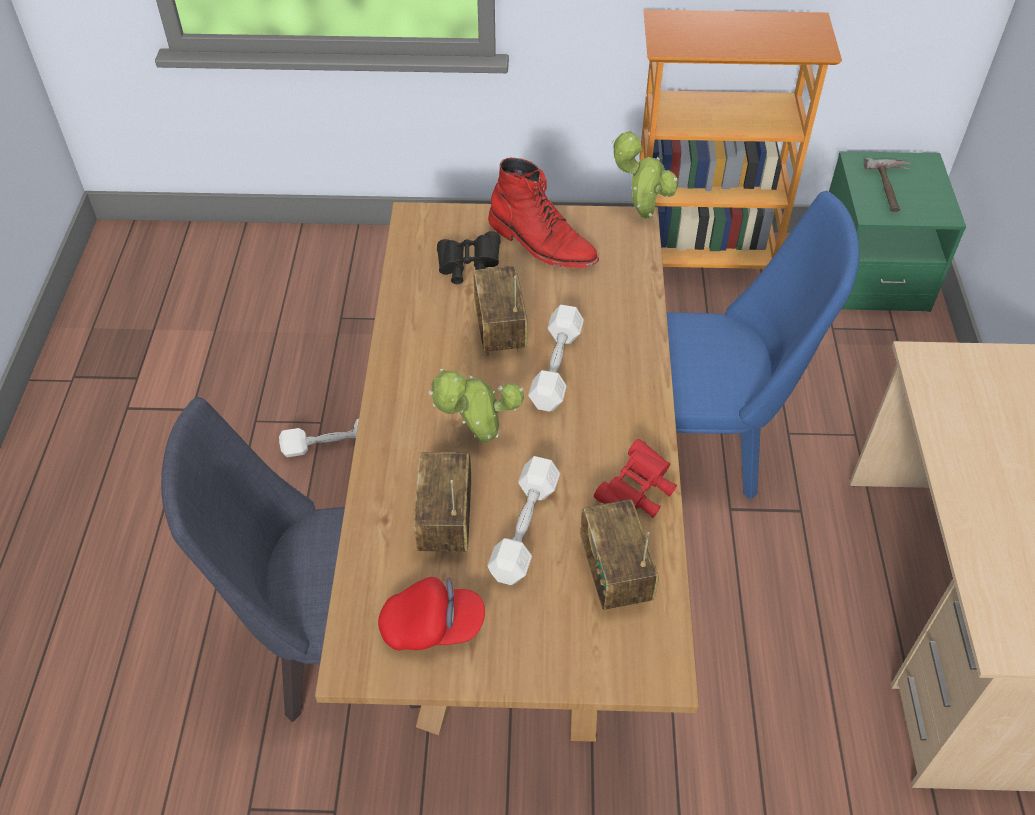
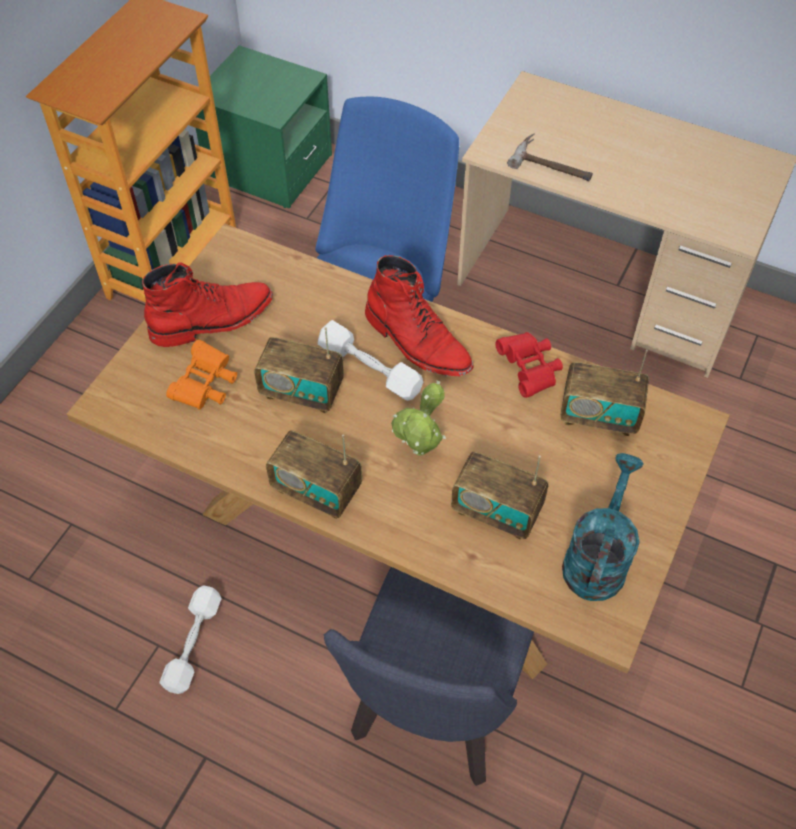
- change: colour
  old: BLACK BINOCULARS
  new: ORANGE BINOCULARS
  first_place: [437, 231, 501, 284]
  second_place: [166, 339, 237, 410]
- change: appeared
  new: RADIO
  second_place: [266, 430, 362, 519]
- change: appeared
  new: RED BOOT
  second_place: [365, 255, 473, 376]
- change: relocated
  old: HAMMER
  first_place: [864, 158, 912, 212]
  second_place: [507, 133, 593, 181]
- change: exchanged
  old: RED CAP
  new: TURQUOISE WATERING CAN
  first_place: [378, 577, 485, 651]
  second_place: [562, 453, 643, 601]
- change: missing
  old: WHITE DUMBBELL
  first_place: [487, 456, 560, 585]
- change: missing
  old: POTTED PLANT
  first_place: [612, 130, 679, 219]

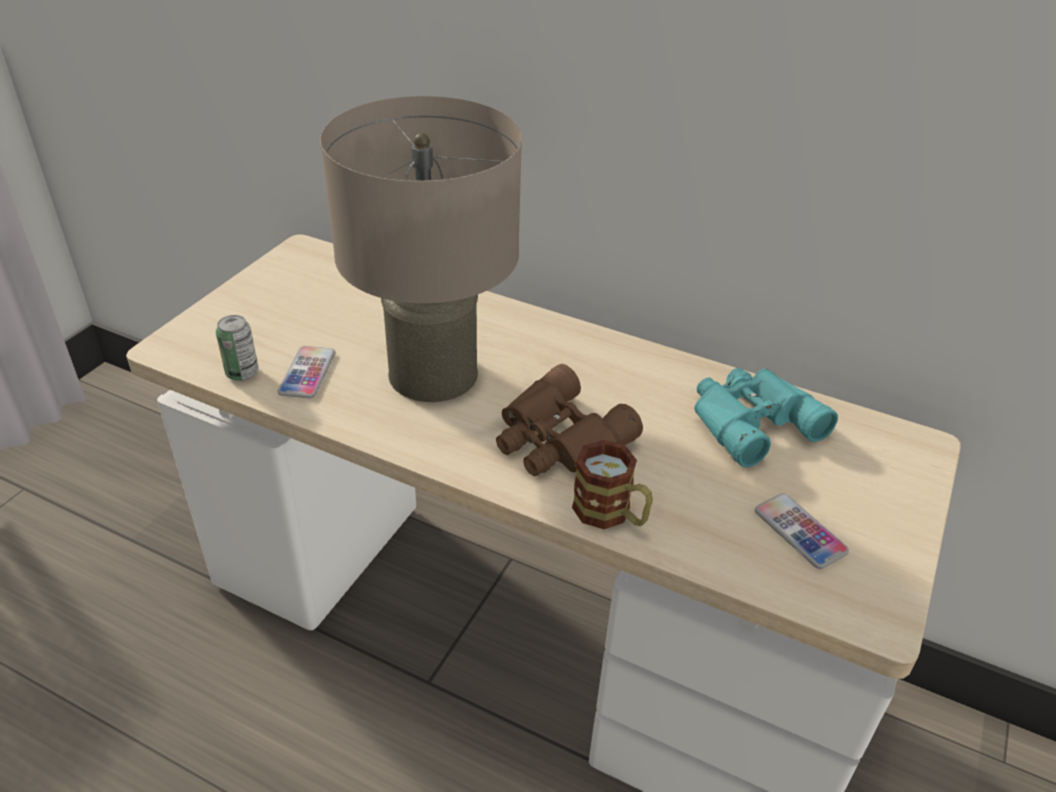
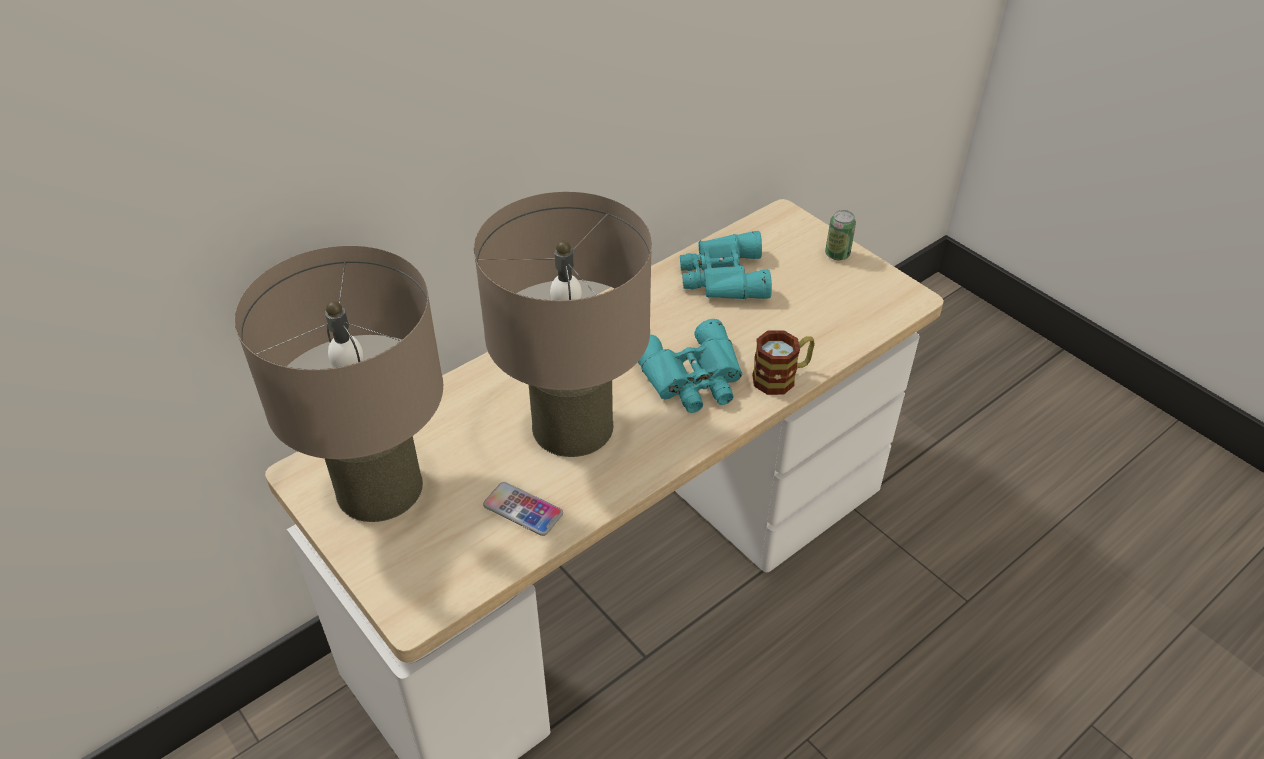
- change: appeared
  new: BEIGE TABLE LAMP
  second_place: [235, 246, 443, 522]
- change: colour
  old: BROWN BINOCULARS
  new: TURQUOISE BINOCULARS
  first_place: [496, 364, 643, 476]
  second_place: [638, 319, 743, 413]
- change: relocated
  old: CAN
  first_place: [216, 315, 259, 381]
  second_place: [825, 210, 856, 260]
- change: missing
  old: PHONE
  first_place: [755, 494, 849, 569]

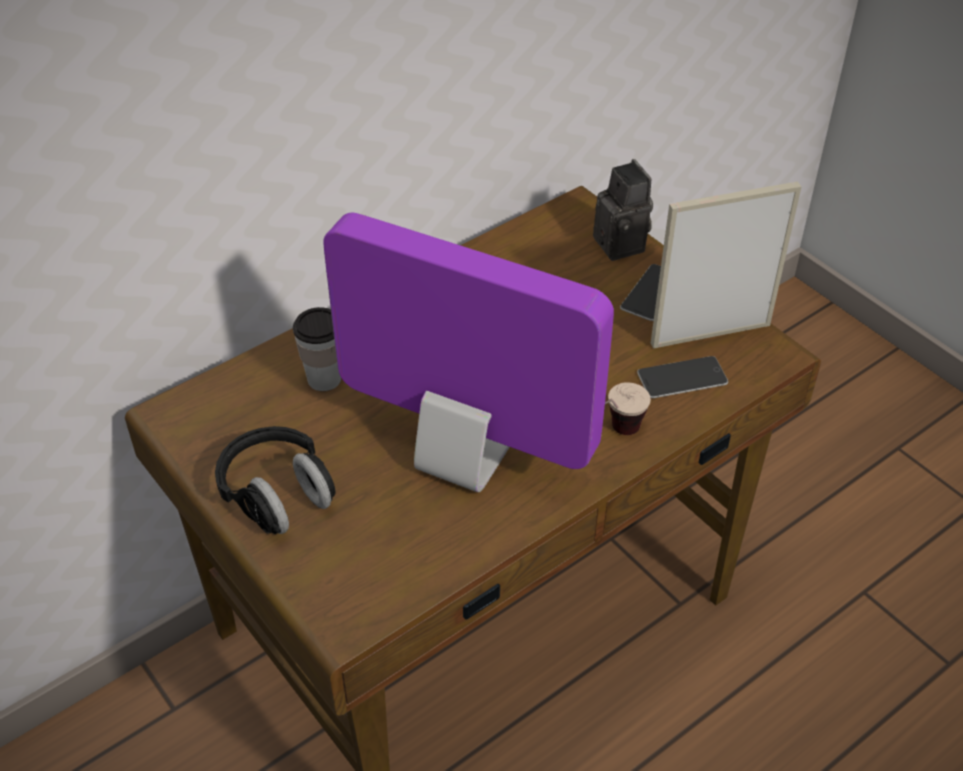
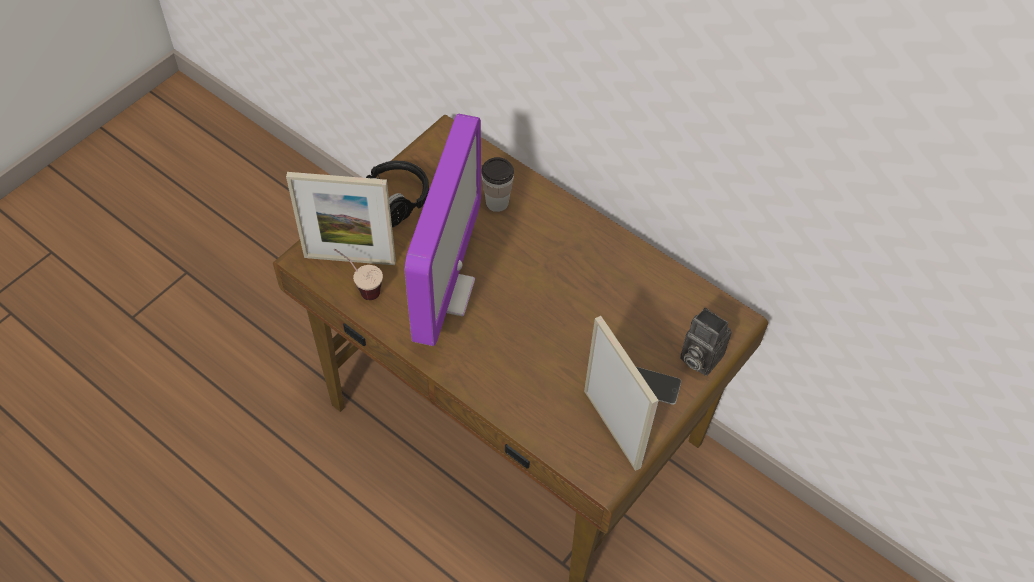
- change: appeared
  new: PICTURE FRAME
  second_place: [286, 172, 396, 265]
- change: relocated
  old: CUP
  first_place: [605, 382, 651, 435]
  second_place: [334, 248, 383, 300]
- change: spun
  old: PHOTO CAMERA
  first_place: [593, 159, 653, 261]
  second_place: [680, 307, 732, 376]
  degrees: 75
- change: missing
  old: PHONE
  first_place: [637, 356, 728, 398]

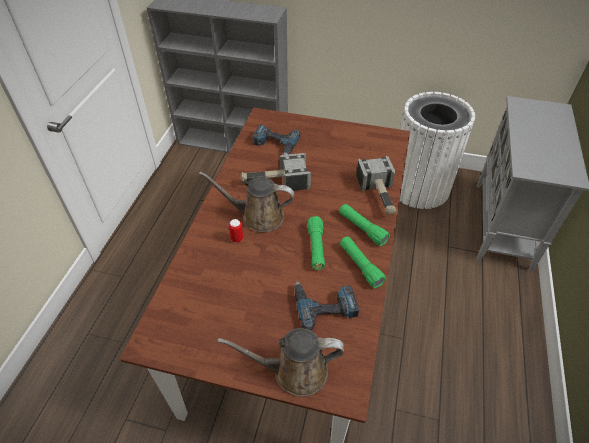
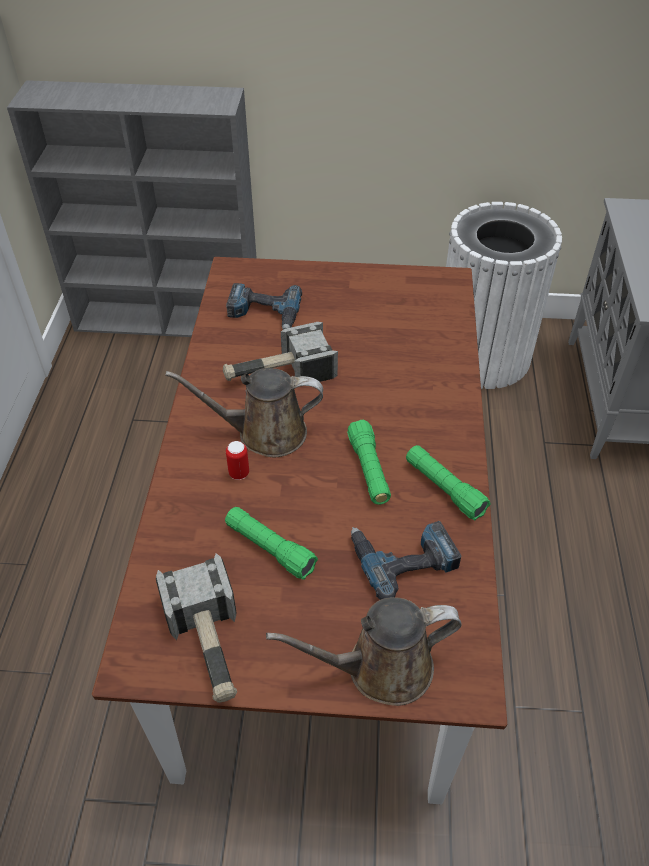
- change: relocated
  old: HAMMER
  first_place: [356, 155, 397, 215]
  second_place: [156, 553, 237, 703]
- change: relocated
  old: GREEN FLASHLIGHT
  first_place: [339, 204, 390, 246]
  second_place: [225, 507, 318, 580]

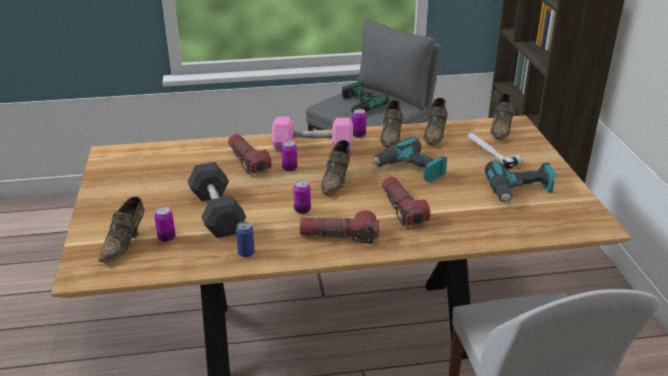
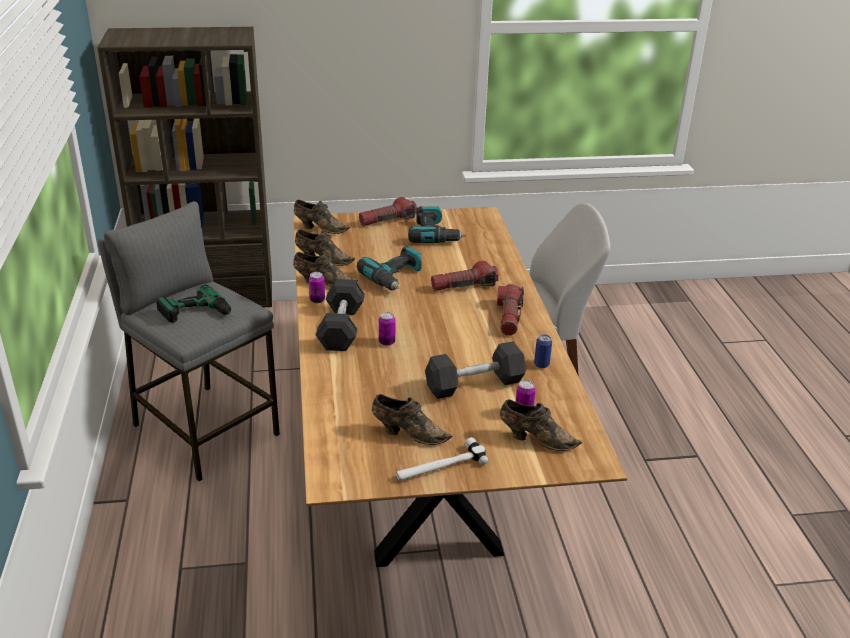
- change: colour
  old: PINK DUMBBELL
  new: GREY DUMBBELL
  first_place: [272, 117, 353, 152]
  second_place: [316, 279, 365, 351]
- change: relocated
  old: FLASHLIGHT
  first_place: [228, 134, 272, 175]
  second_place: [359, 197, 417, 226]
- change: relocated
  old: BROWN SHOE
  first_place: [321, 140, 351, 195]
  second_place: [372, 394, 453, 445]
- change: relocated
  old: HAMMER
  first_place: [468, 133, 523, 169]
  second_place: [396, 437, 488, 481]
- change: missing
  old: CAN
  first_place: [293, 180, 311, 214]

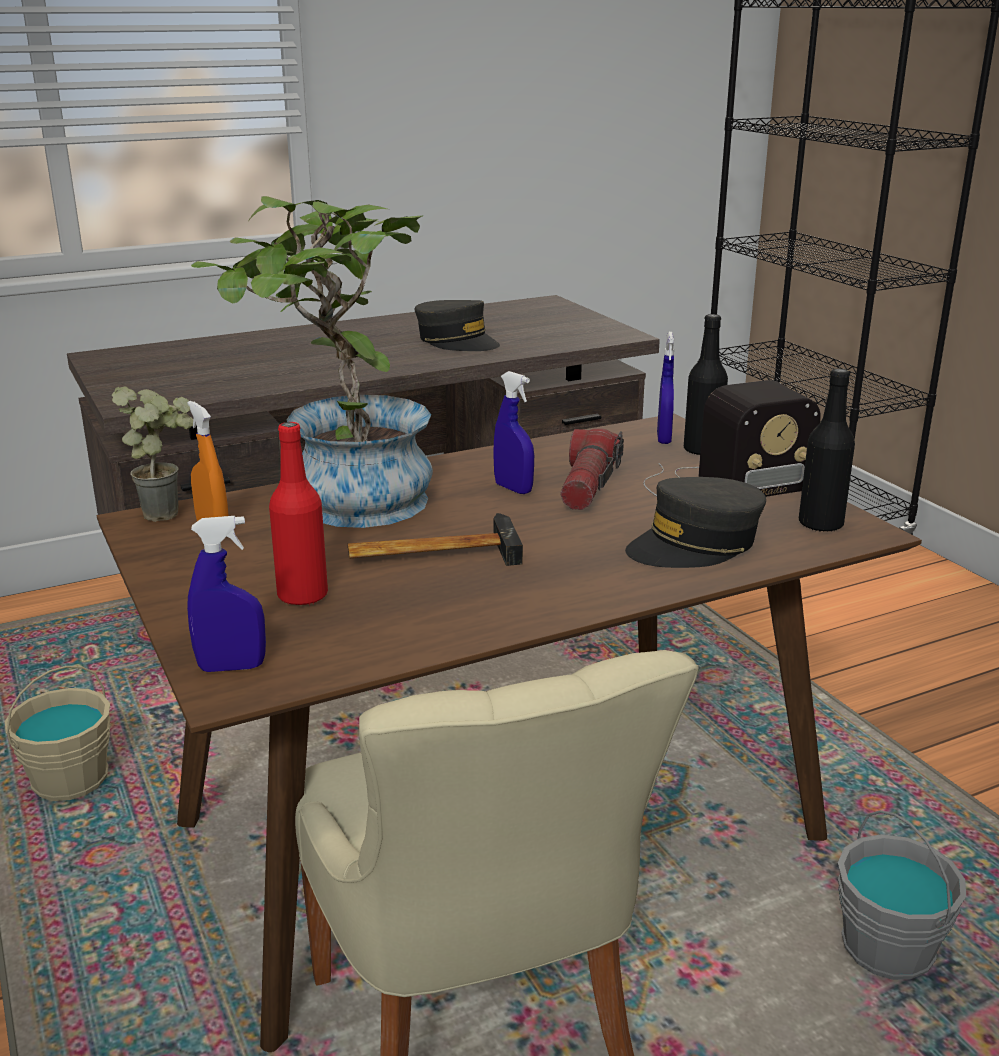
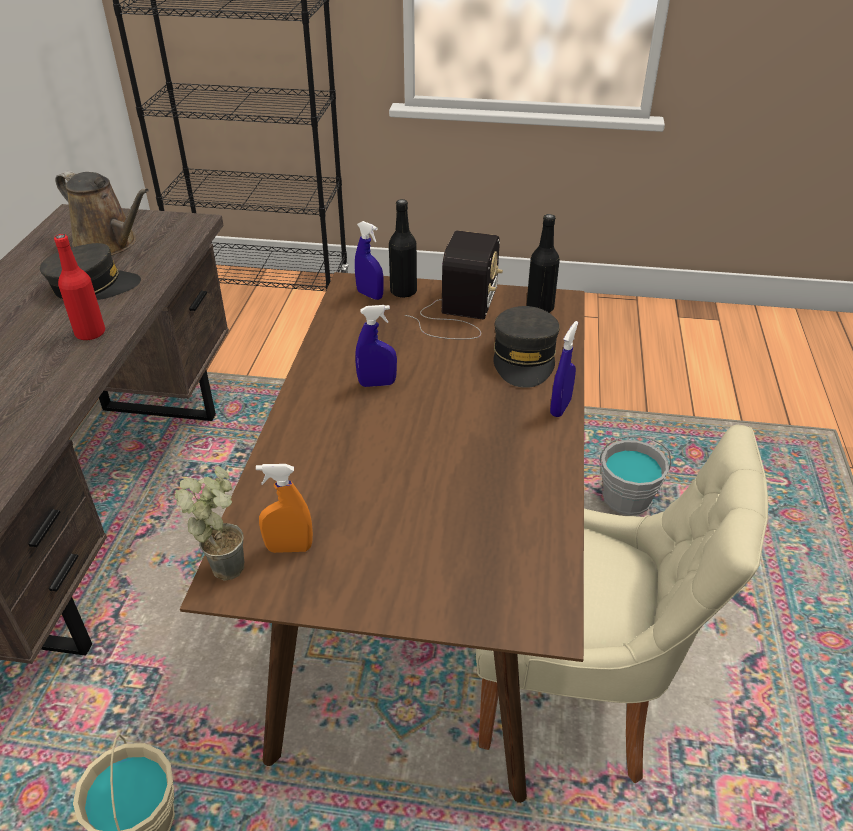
- change: relocated
  old: RED BOTTLE
  first_place: [269, 422, 328, 605]
  second_place: [54, 234, 105, 341]
- change: appeared
  new: BROWN WATERING CAN
  second_place: [55, 170, 149, 255]
- change: relocated
  old: BLUE SPRAY BOTTLE
  first_place: [187, 516, 266, 672]
  second_place: [550, 321, 578, 417]
- change: missing
  old: POTTED PLANT
  first_place: [191, 196, 433, 528]
- change: missing
  old: HAMMER
  first_place: [348, 513, 523, 566]
- change: missing
  old: FLASHLIGHT
  first_place: [560, 428, 624, 510]

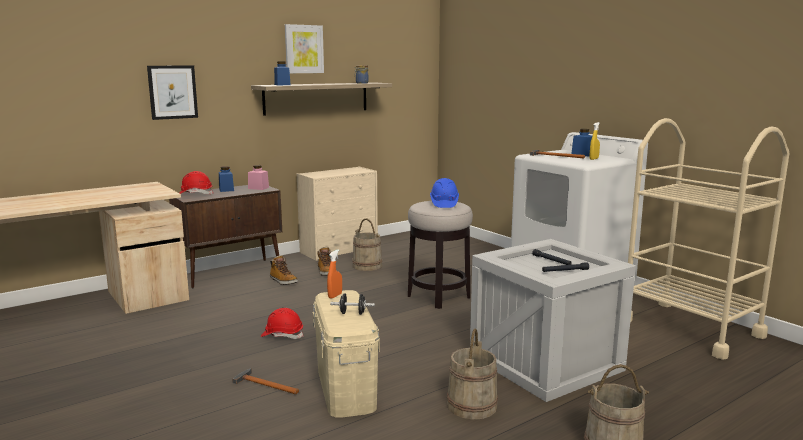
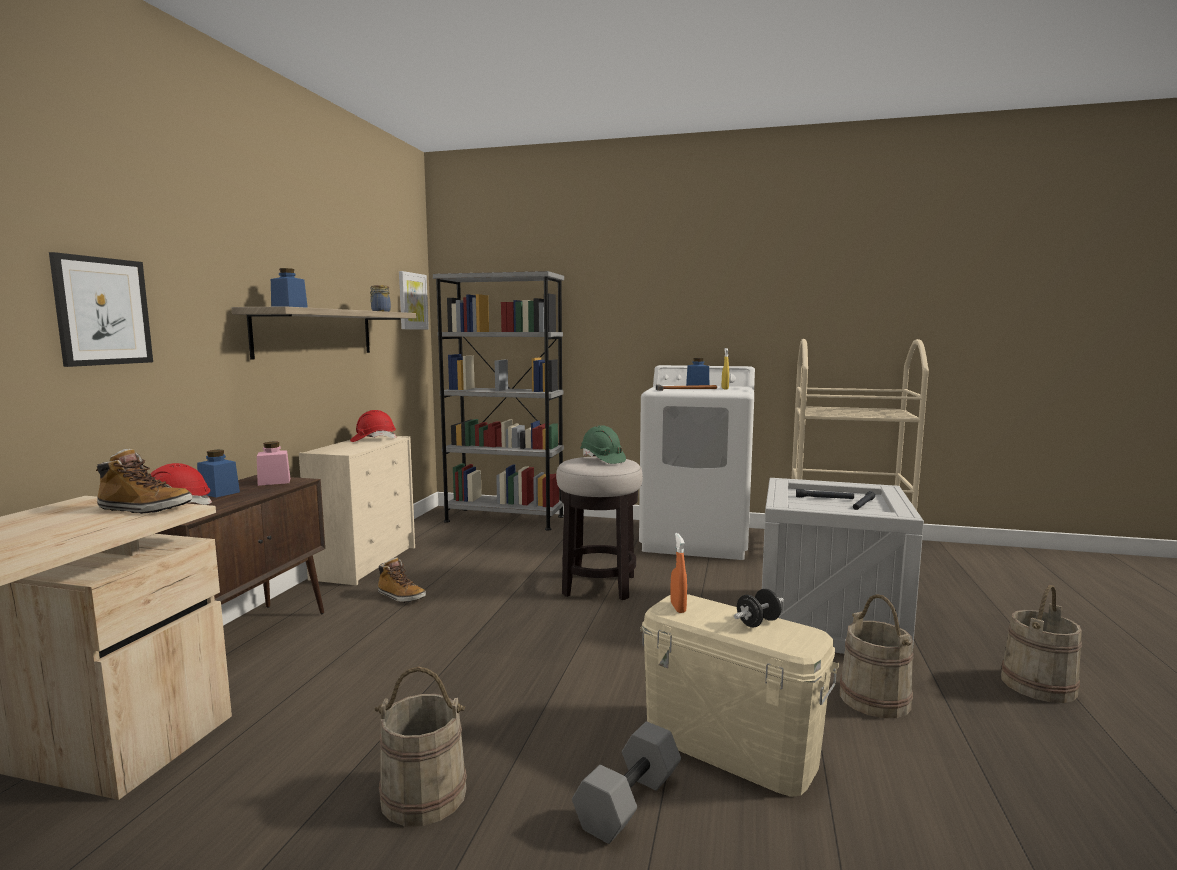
- change: relocated
  old: BOOT
  first_place: [270, 255, 298, 285]
  second_place: [96, 449, 193, 514]
- change: relocated
  old: RED HARD HAT
  first_place: [261, 308, 304, 339]
  second_place: [350, 410, 396, 442]
- change: relocated
  old: BEIGE BUCKET
  first_place: [352, 218, 382, 271]
  second_place: [375, 666, 467, 826]
- change: relocated
  old: PICTURE
  first_place: [285, 24, 324, 73]
  second_place: [399, 271, 429, 329]
- change: appeared
  new: GREY BOOKCASE
  second_place: [433, 271, 564, 530]
- change: exchanged
  old: HAMMER
  new: GREY DUMBBELL
  first_place: [232, 368, 299, 394]
  second_place: [572, 722, 681, 844]
- change: colour
  old: BLUE HARD HAT
  new: GREEN HARD HAT
  first_place: [430, 178, 459, 208]
  second_place: [580, 425, 626, 464]

